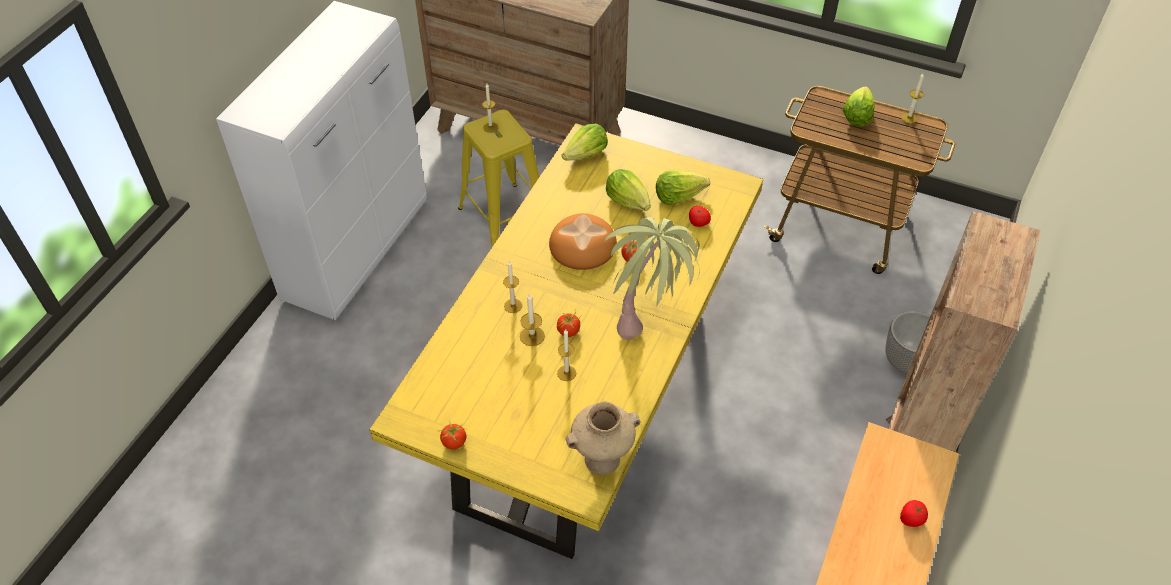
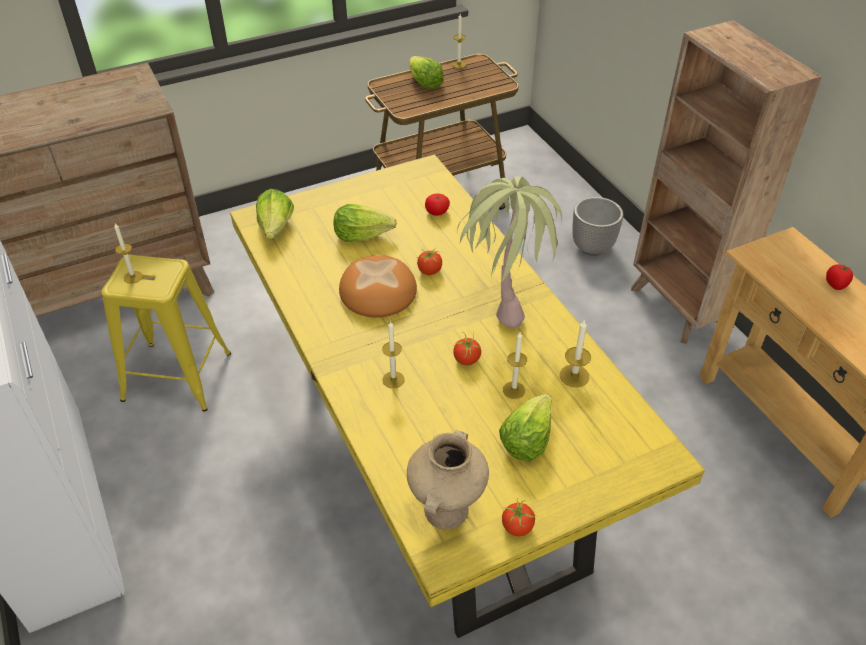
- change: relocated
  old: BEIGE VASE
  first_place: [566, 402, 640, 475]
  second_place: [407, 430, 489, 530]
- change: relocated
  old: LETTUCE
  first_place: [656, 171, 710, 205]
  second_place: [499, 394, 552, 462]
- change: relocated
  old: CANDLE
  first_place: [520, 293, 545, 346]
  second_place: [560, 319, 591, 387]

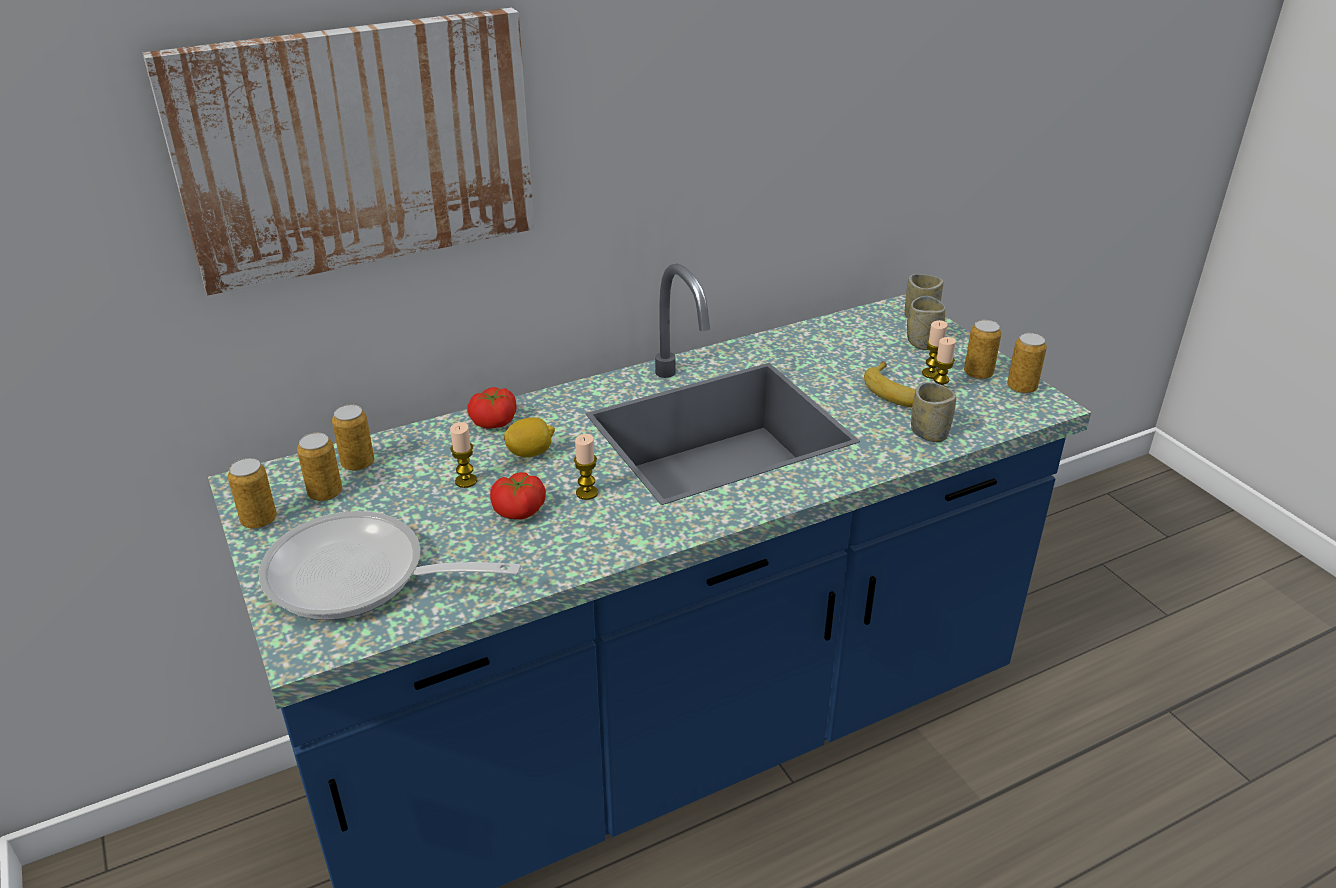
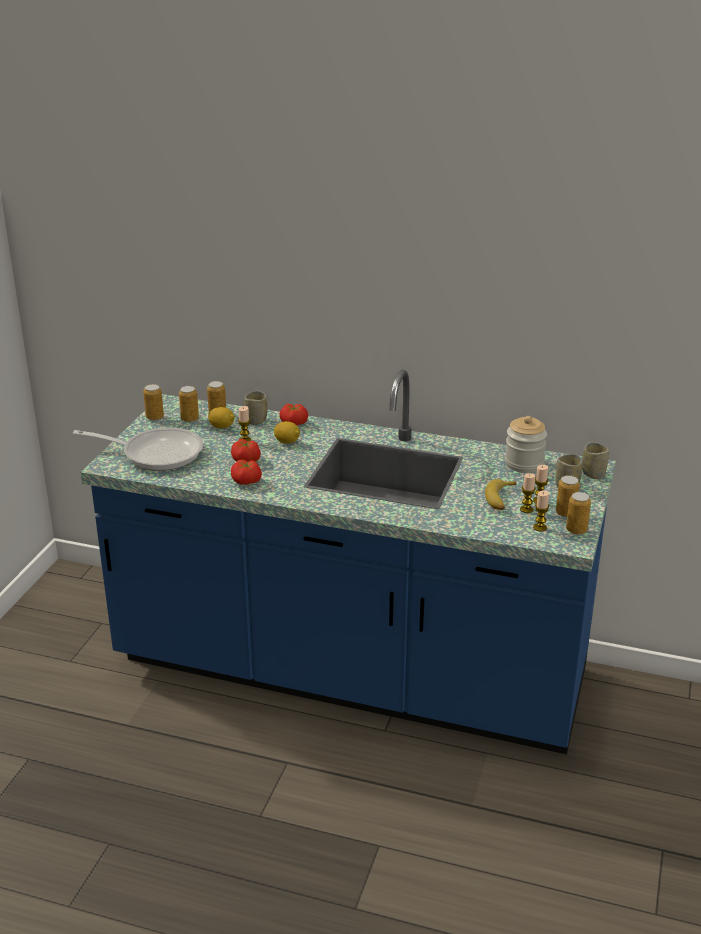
- change: spun
  old: FRYING PAN
  first_place: [259, 511, 521, 620]
  second_place: [73, 427, 203, 471]
  degrees: 135
- change: appeared
  new: LEMON
  second_place: [208, 407, 235, 429]
- change: appeared
  new: TOMATO
  second_place: [231, 459, 262, 485]
- change: relocated
  old: CUP
  first_place: [911, 382, 956, 442]
  second_place: [244, 391, 268, 425]
- change: appeared
  new: JAR
  second_place: [505, 416, 547, 473]
- change: relocated
  old: CANDLE
  first_place: [574, 434, 598, 500]
  second_place: [533, 490, 549, 532]
- change: missing
  old: PICTURE
  first_place: [142, 8, 535, 295]

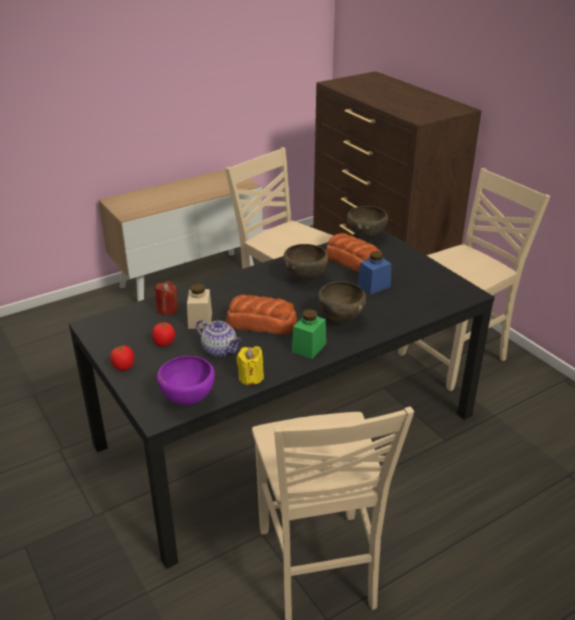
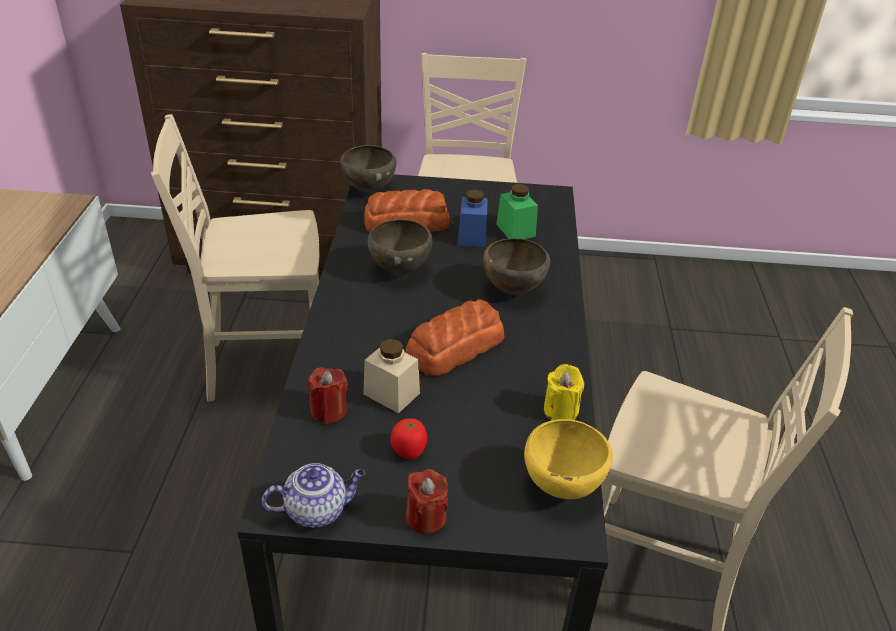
- change: relocated
  old: TEAPOT
  first_place: [196, 320, 242, 357]
  second_place: [262, 463, 365, 528]
- change: exchanged
  old: TOMATO
  new: RED CANDLE
  first_place: [110, 345, 135, 371]
  second_place: [406, 469, 448, 534]
- change: relocated
  old: GREEN JAR
  first_place: [292, 309, 326, 359]
  second_place: [496, 184, 538, 239]
- change: colour
  old: PURPLE BOWL
  new: YELLOW BOWL
  first_place: [157, 356, 215, 405]
  second_place: [524, 419, 613, 499]

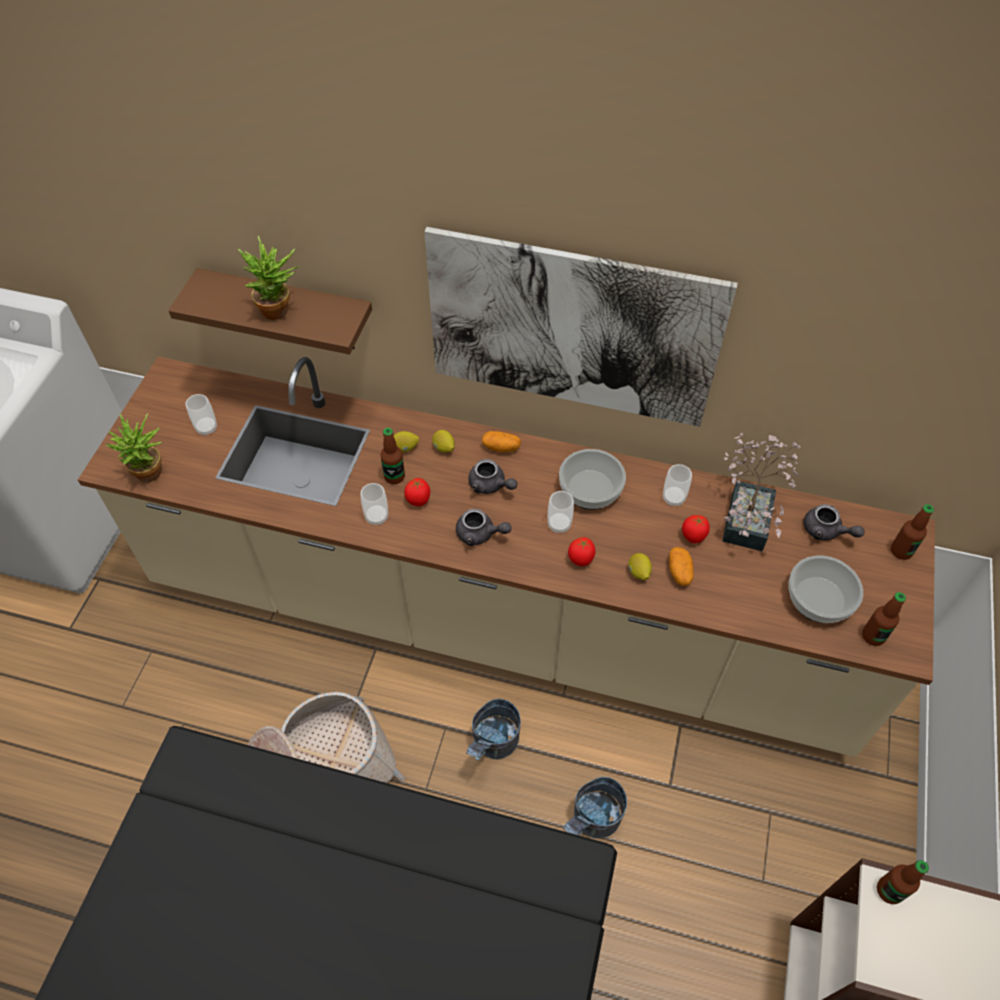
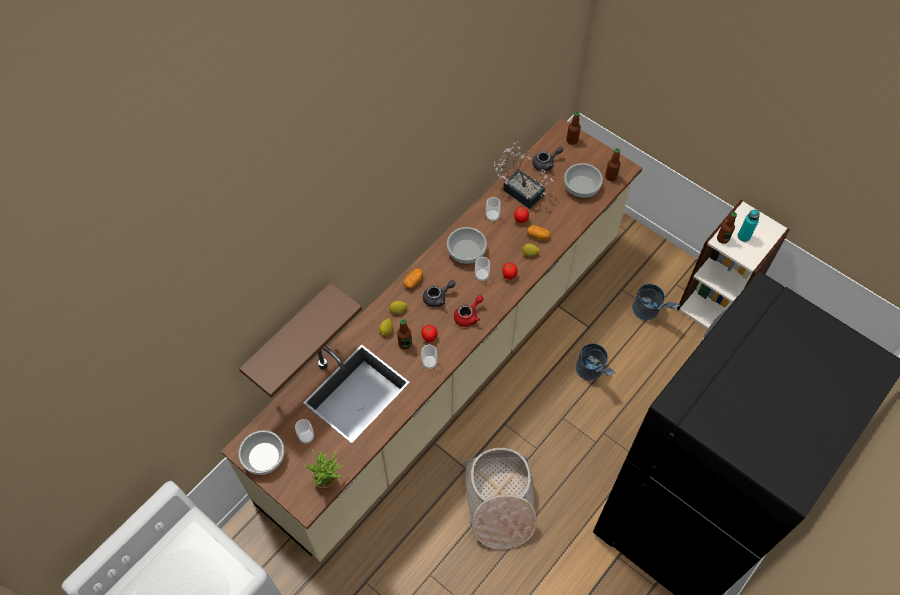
- change: appeared
  new: BOWL
  second_place: [238, 430, 284, 475]
- change: colour
  old: GREY TEAPOT
  new: RED TEAPOT
  first_place: [456, 509, 511, 546]
  second_place: [454, 295, 484, 327]
- change: relocated
  old: GREY BUCKET
  first_place: [466, 699, 521, 761]
  second_place: [632, 284, 681, 321]
- change: appeared
  new: TURQUOISE BOTTLE
  second_place: [738, 210, 760, 242]
- change: missing
  old: POTTED PLANT
  first_place: [238, 236, 300, 320]
- change: missing
  old: PICTURE
  first_place: [424, 227, 738, 427]

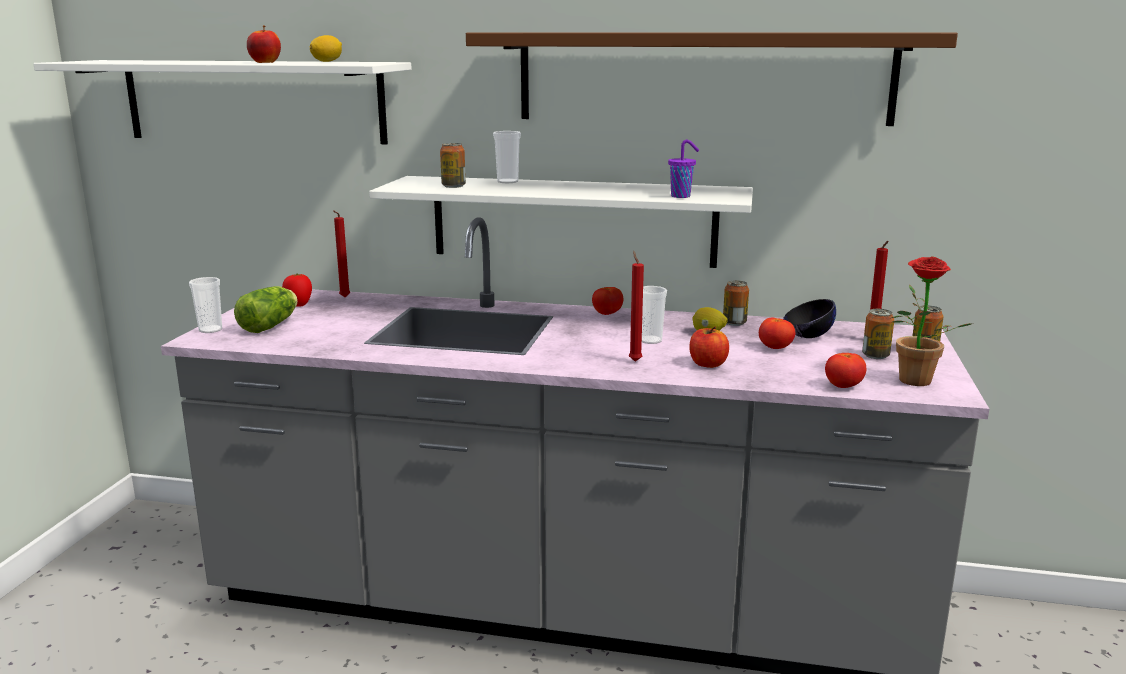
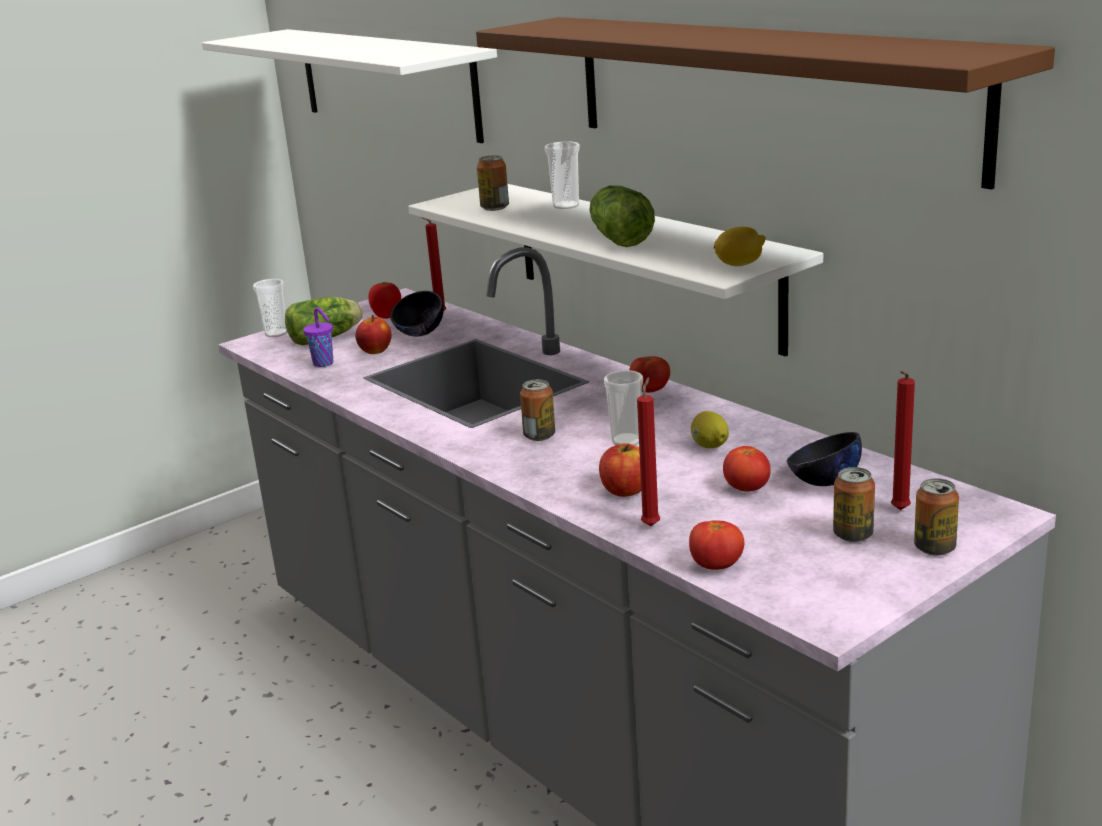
- change: relocated
  old: PURPLE CUP
  first_place: [668, 140, 699, 198]
  second_place: [303, 308, 333, 367]
- change: relocated
  old: APPLE
  first_place: [247, 25, 281, 63]
  second_place: [355, 315, 391, 354]
- change: appeared
  new: BLACK BOWL
  second_place: [390, 291, 444, 336]
- change: relocated
  old: CAN
  first_place: [723, 281, 749, 326]
  second_place: [520, 379, 555, 441]
- change: appeared
  new: LETTUCE
  second_place: [589, 185, 655, 247]
- change: relocated
  old: RED CANDLE
  first_place: [629, 251, 644, 362]
  second_place: [637, 377, 660, 526]
- change: relocated
  old: LEMON
  first_place: [310, 35, 342, 62]
  second_place: [714, 227, 766, 266]
- change: missing
  old: POTTED PLANT
  first_place: [891, 257, 973, 386]

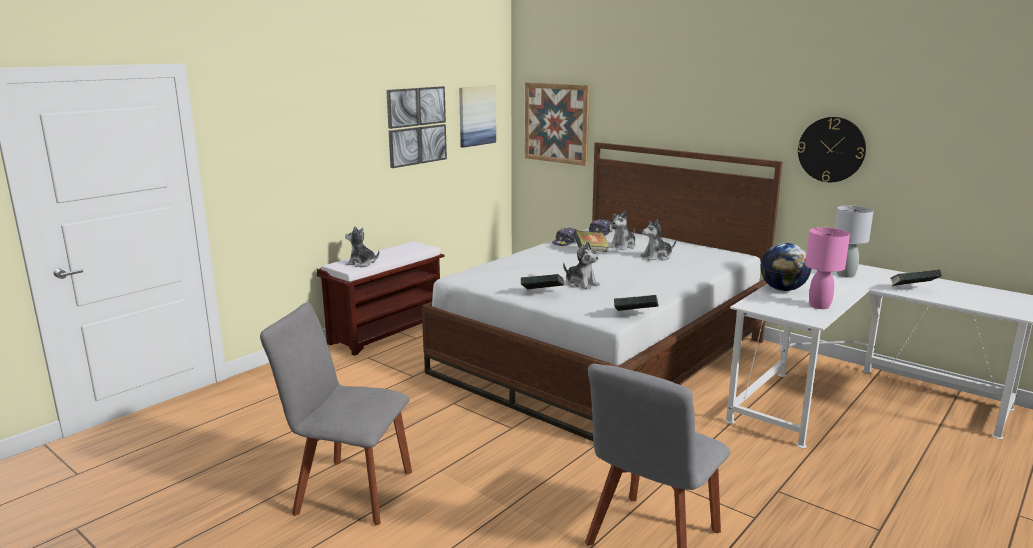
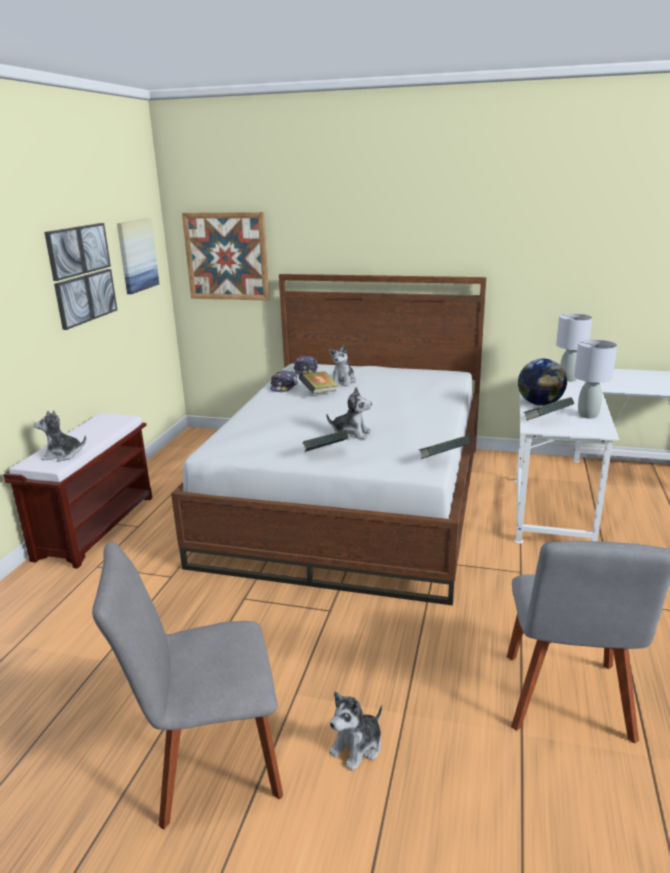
- change: relocated
  old: PLUSH TOY
  first_place: [641, 219, 676, 261]
  second_place: [329, 692, 382, 771]
- change: relocated
  old: BOOK
  first_place: [890, 269, 941, 286]
  second_place: [523, 397, 574, 420]
- change: colour
  old: PINK TABLE LAMP
  new: GREY TABLE LAMP
  first_place: [805, 227, 850, 309]
  second_place: [574, 339, 617, 419]
- change: missing
  old: WALL CLOCK
  first_place: [798, 117, 866, 182]

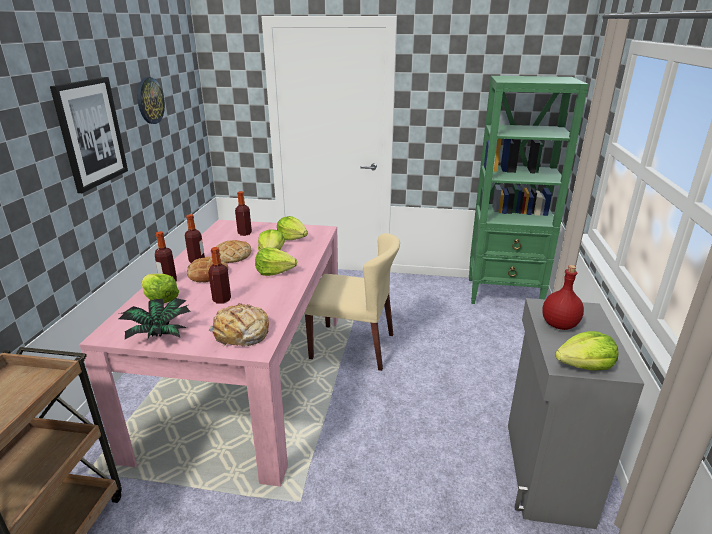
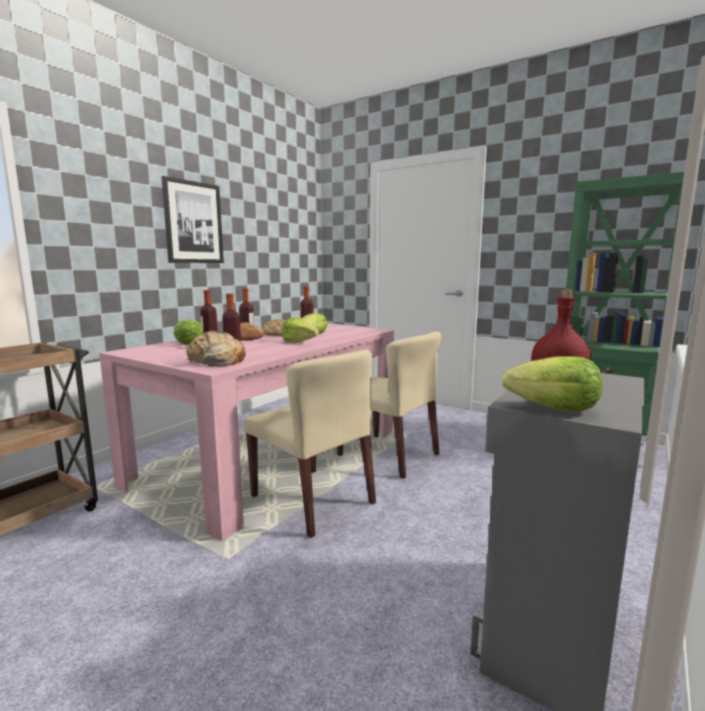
- change: appeared
  new: BEIGE CHAIR
  second_place: [244, 350, 376, 538]
- change: missing
  old: POTTED PLANT
  first_place: [119, 298, 191, 339]
- change: missing
  old: WALL CLOCK
  first_place: [137, 77, 165, 124]
- change: missing
  old: LETTUCE
  first_place: [277, 216, 308, 240]

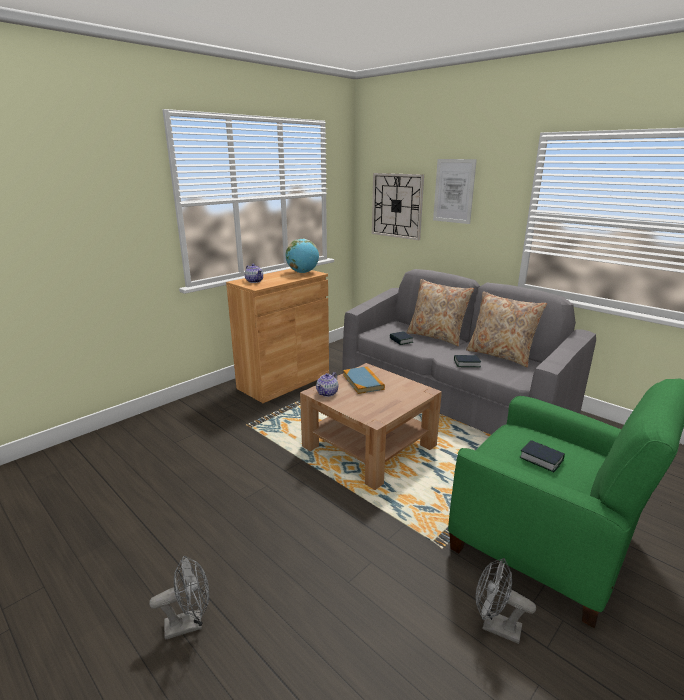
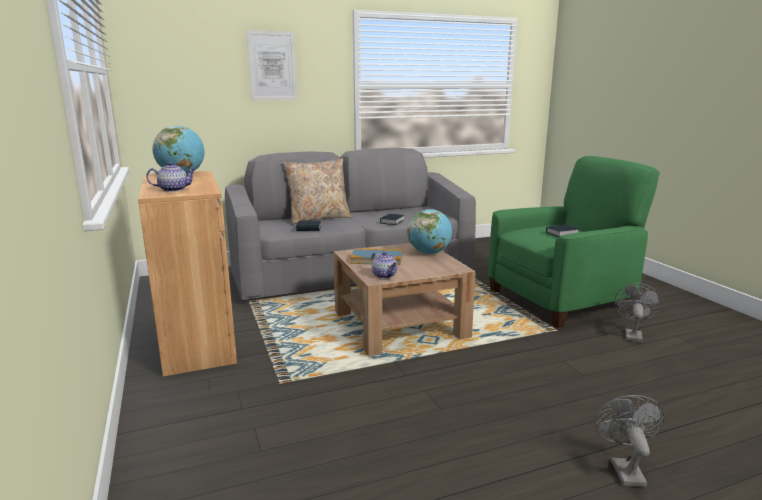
- change: appeared
  new: GLOBE
  second_place: [407, 209, 452, 254]
- change: spun
  old: GREY FAN
  first_place: [476, 558, 536, 644]
  second_place: [614, 283, 662, 342]
  degrees: 150
- change: missing
  old: WALL CLOCK
  first_place: [372, 173, 424, 240]
- change: missing
  old: BEIGE PILLOW
  first_place: [466, 291, 547, 367]

